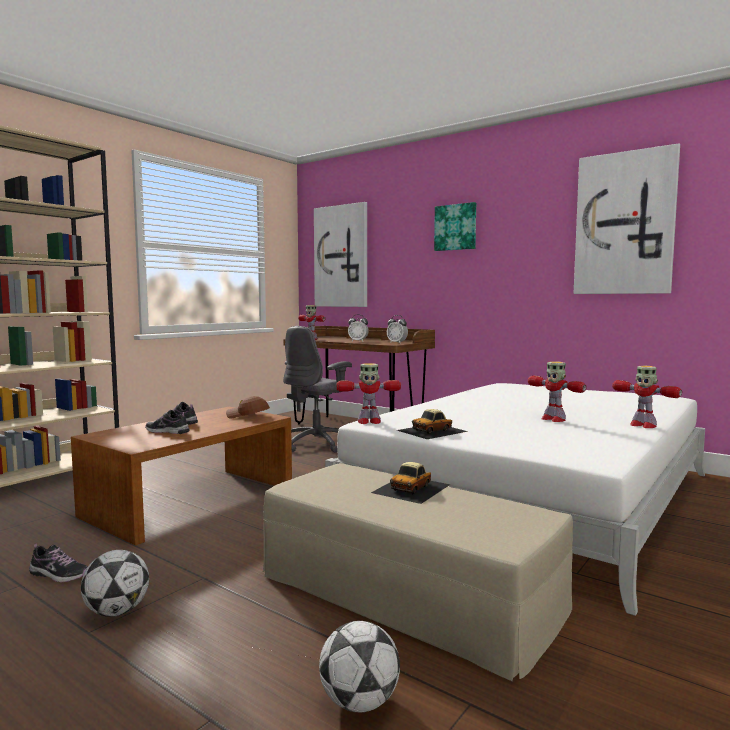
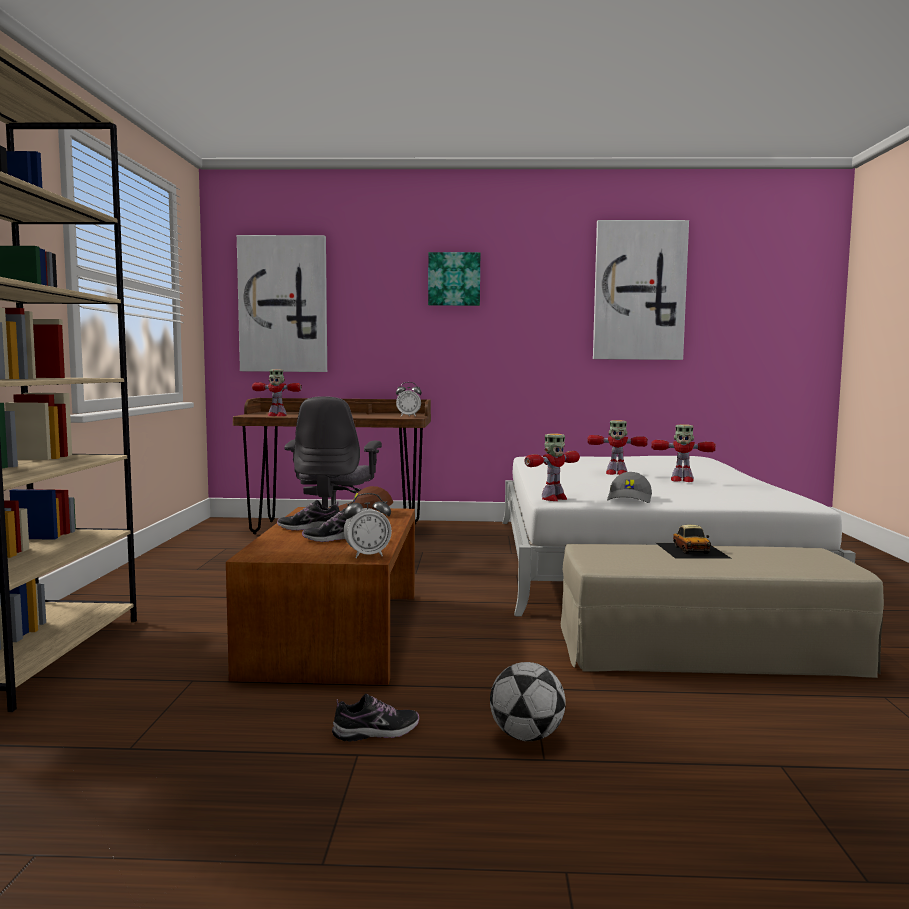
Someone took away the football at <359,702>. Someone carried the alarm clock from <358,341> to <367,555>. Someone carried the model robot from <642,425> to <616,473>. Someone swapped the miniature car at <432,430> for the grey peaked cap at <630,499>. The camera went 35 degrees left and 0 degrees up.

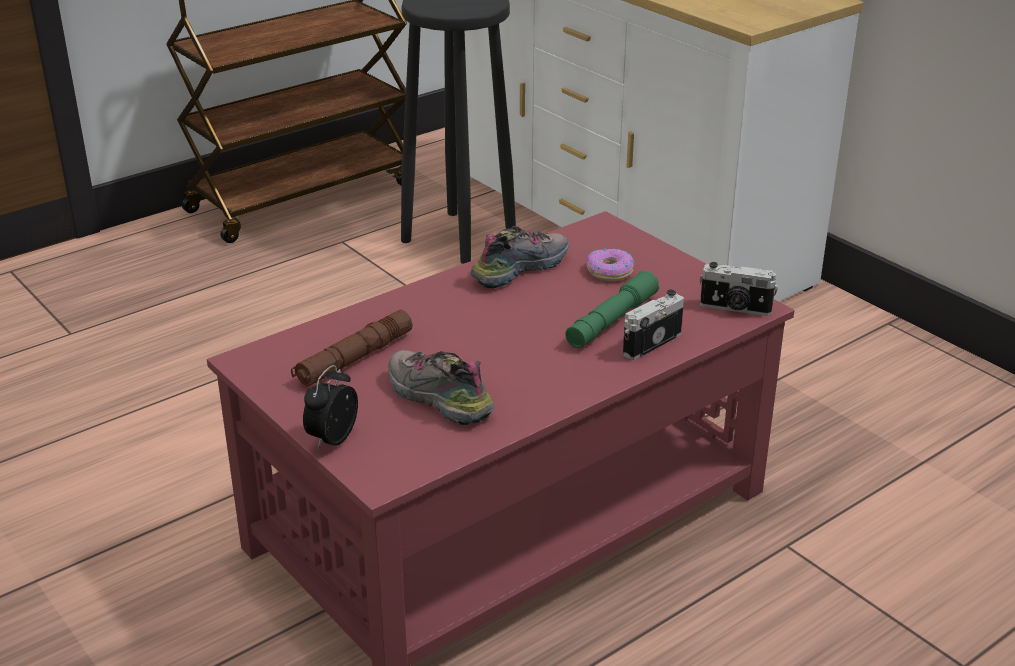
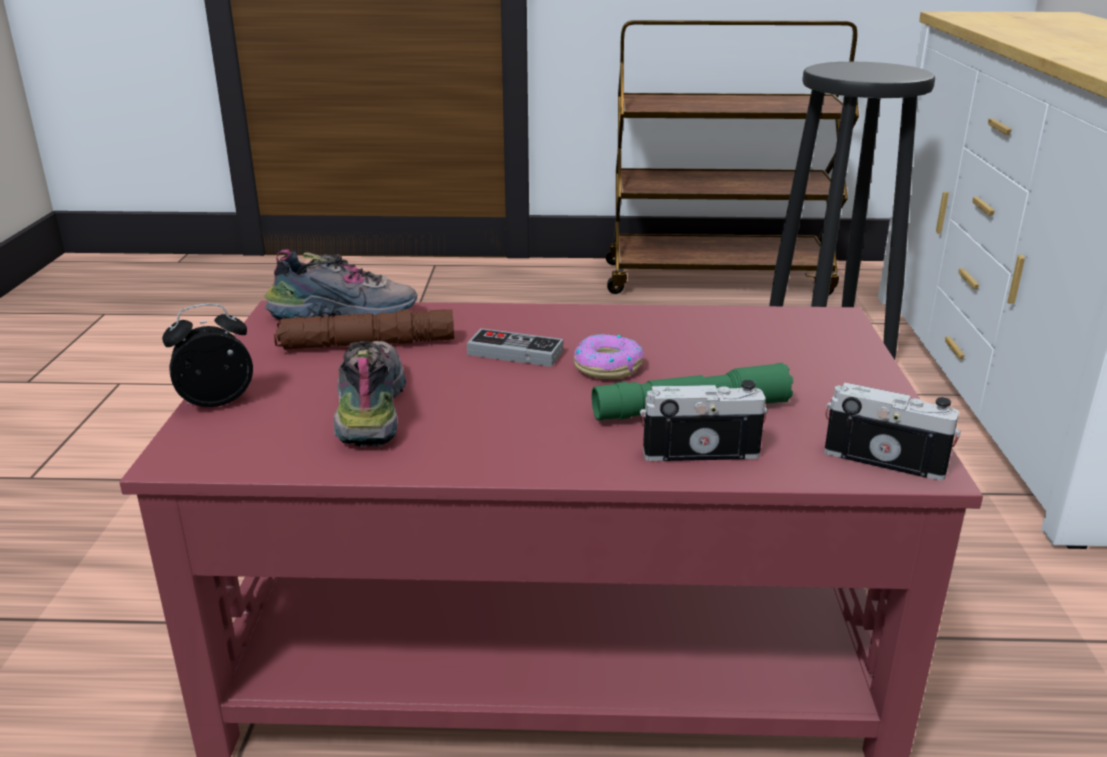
Someone put down the game controller at <515,353>. Someone carried the shoe from <520,269> to <345,314>. Someone carried the doughnut from <609,271> to <607,366>. Someone rotated the photo camera at <735,308> by 150 degrees clockwise. The camera went 40 degrees right and 5 degrees down.

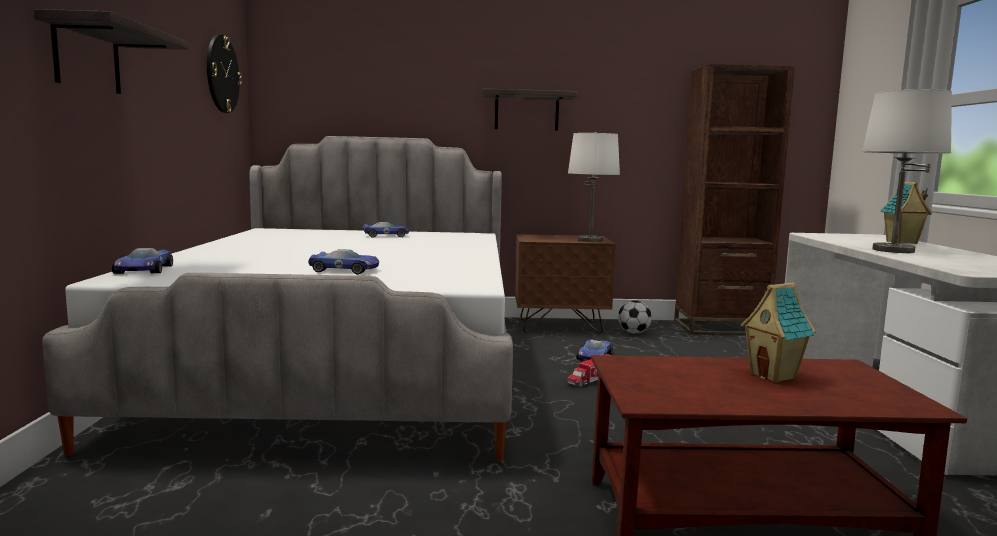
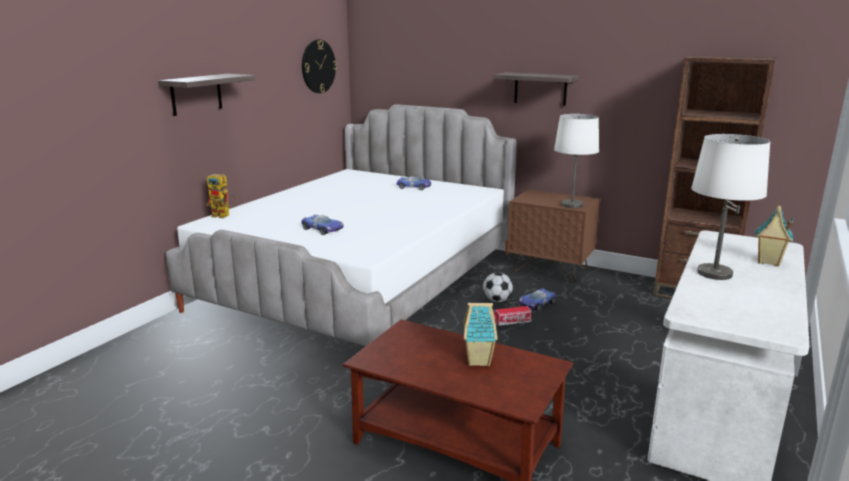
Someone carried the football from <633,333> to <497,300>. Someone swapped the miniature car at <143,270> for the model robot at <224,216>. The camera went 30 degrees right and 10 degrees up.

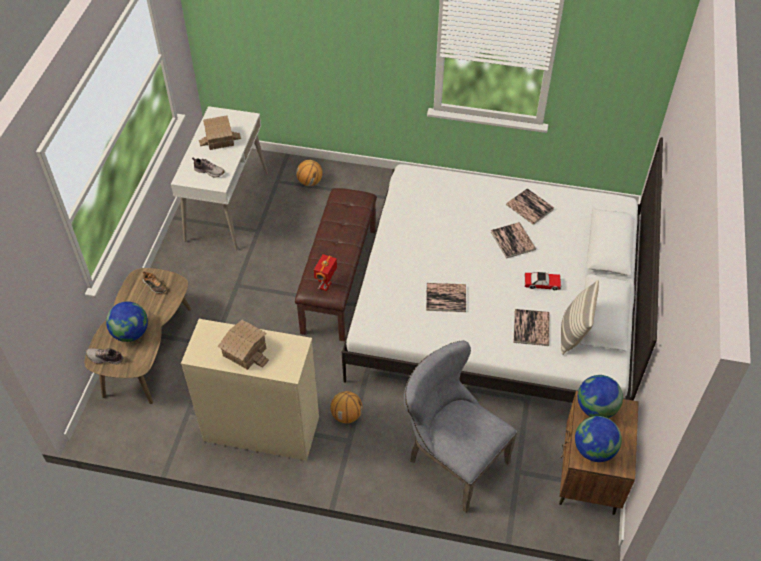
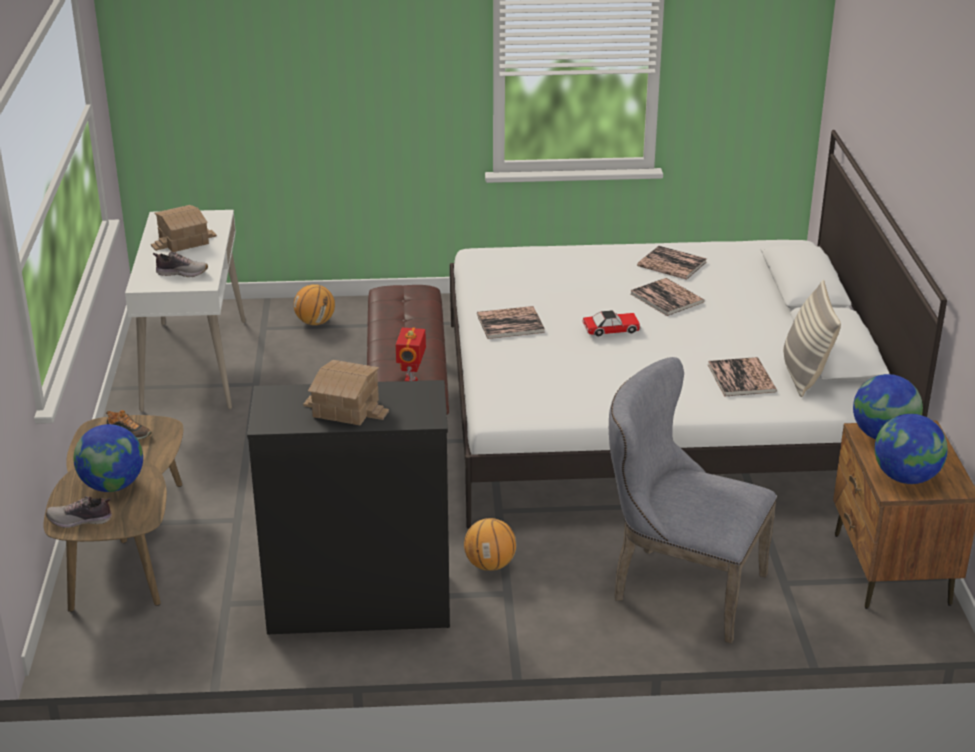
Someone carried the bound book from <446,297> to <510,323>. Someone carried the miniature car from <542,283> to <611,329>. Someone repainted the sand-coloured chest of drawers at <262,429>, which became the black chest of drawers at <359,604>. The camera went 15 degrees left and 20 degrees down.

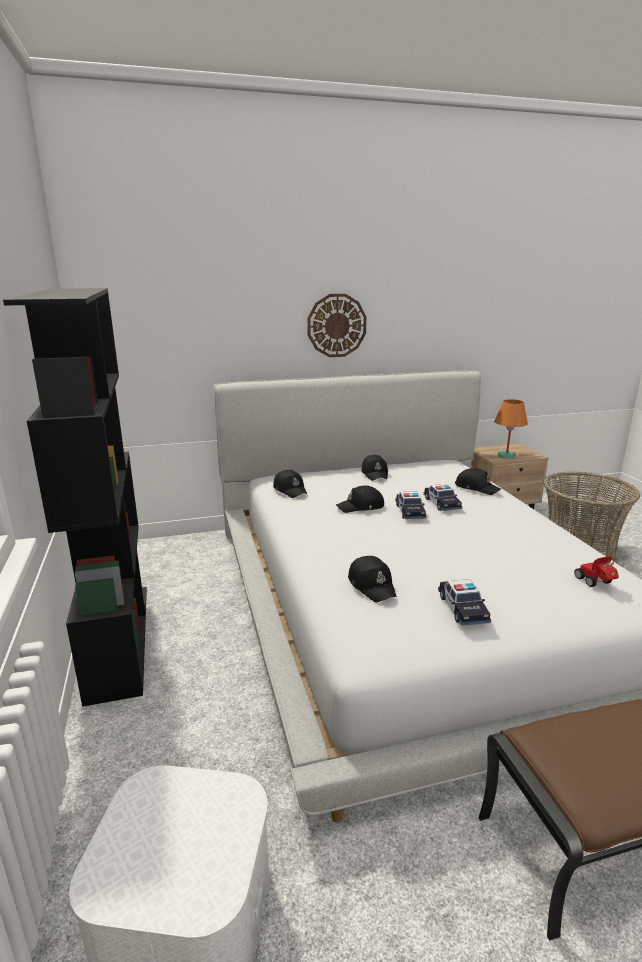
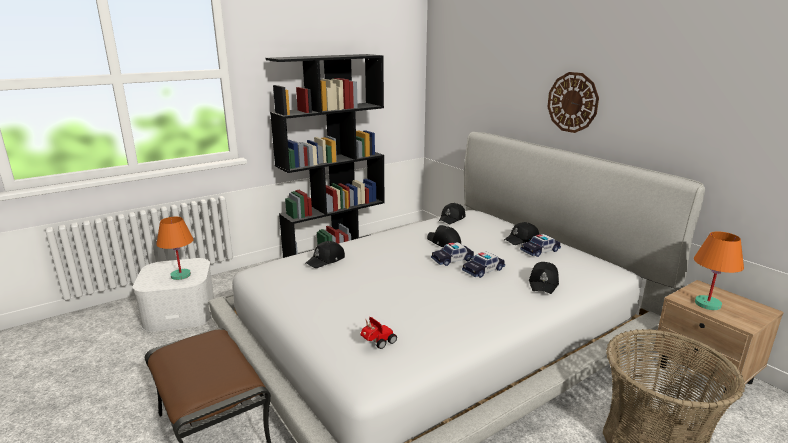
Someone put down the orangey lamp for a table at <181,275>. Someone carried the miniature car from <462,608> to <540,251>. The camera went 70 degrees right and 0 degrees up.

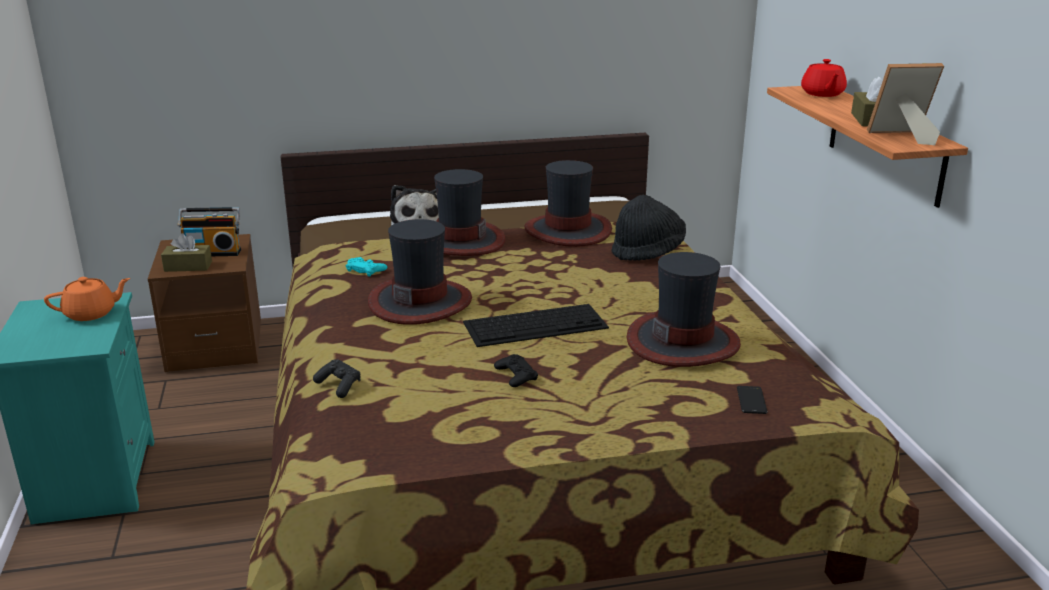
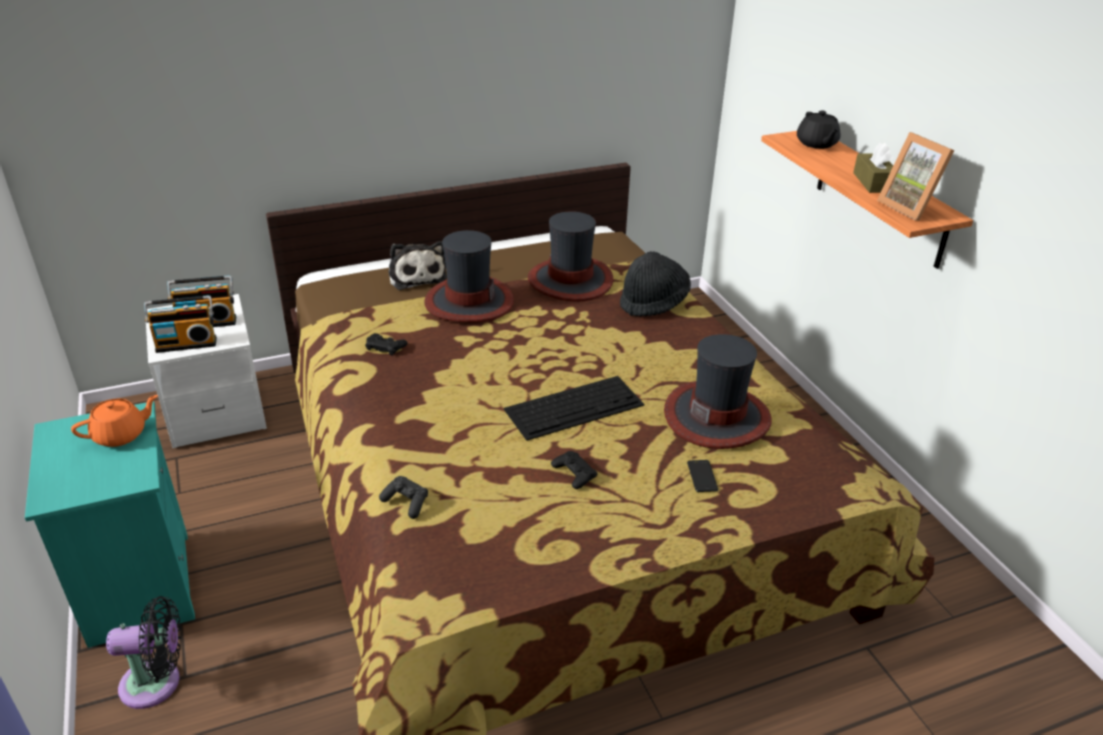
Someone took away the hat at <420,302>. Someone put down the black fan at <157,683>. Someone carried the handset from <751,400> to <702,476>. Someone swapped the brown tissue holder at <188,266> for the radio set at <187,343>. Someone repainted the brown night table at <215,346>, which became the white-coloured night table at <216,410>. Someone repainted the turquoise game controller at <366,270>, which became the black game controller at <385,347>. Someone repainted the reddish teapot at <822,94>, which became the black teapot at <816,144>. Someone rotated the standing frame at <902,137> by 105 degrees counterclockwise. The camera went 10 degrees left and 10 degrees up.

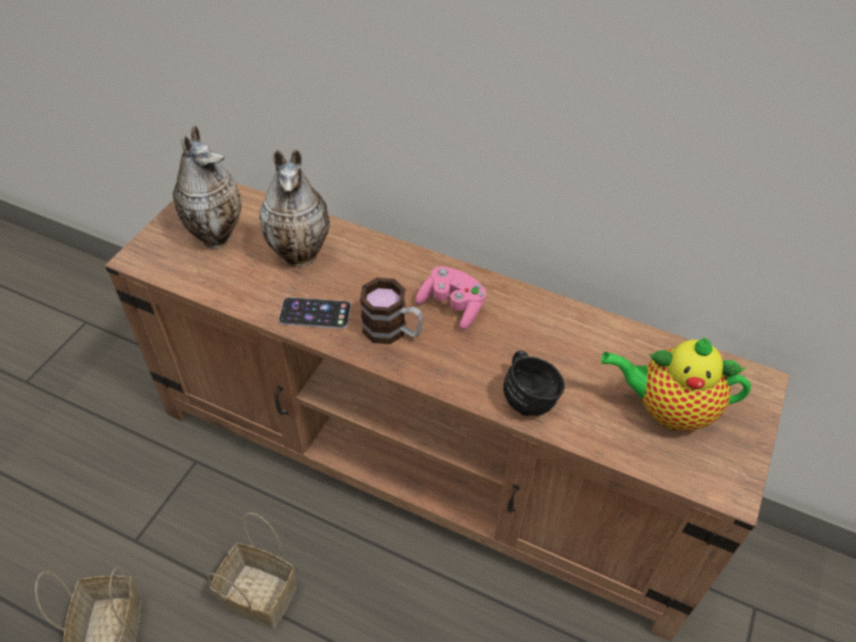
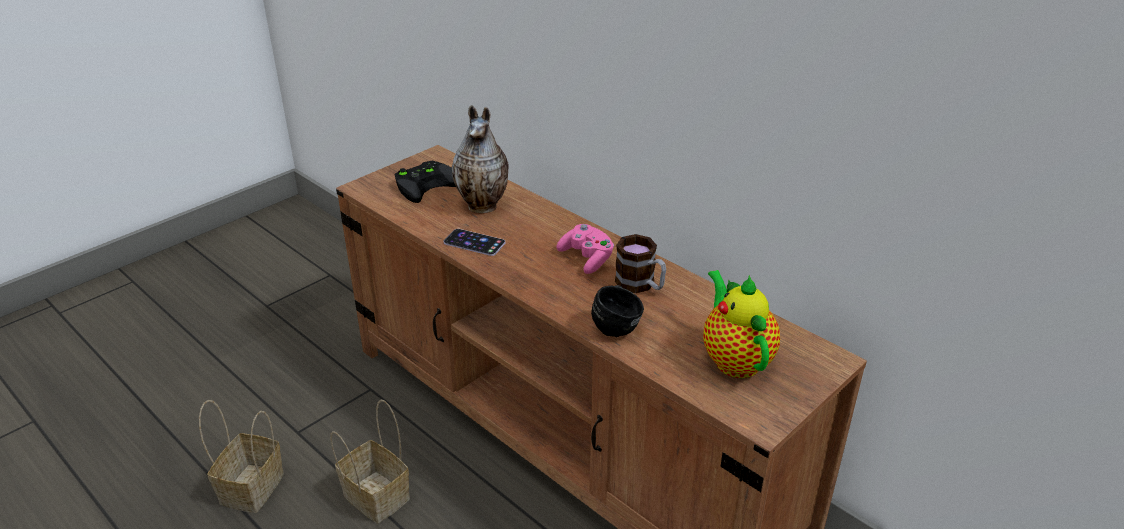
Someone carried the mug from <393,331> to <641,285>. Someone swapped the vase at <217,235> for the black game controller at <426,184>. Someone rotated the teapot at <667,409> by 45 degrees clockwise. The camera went 20 degrees right and 15 degrees down.

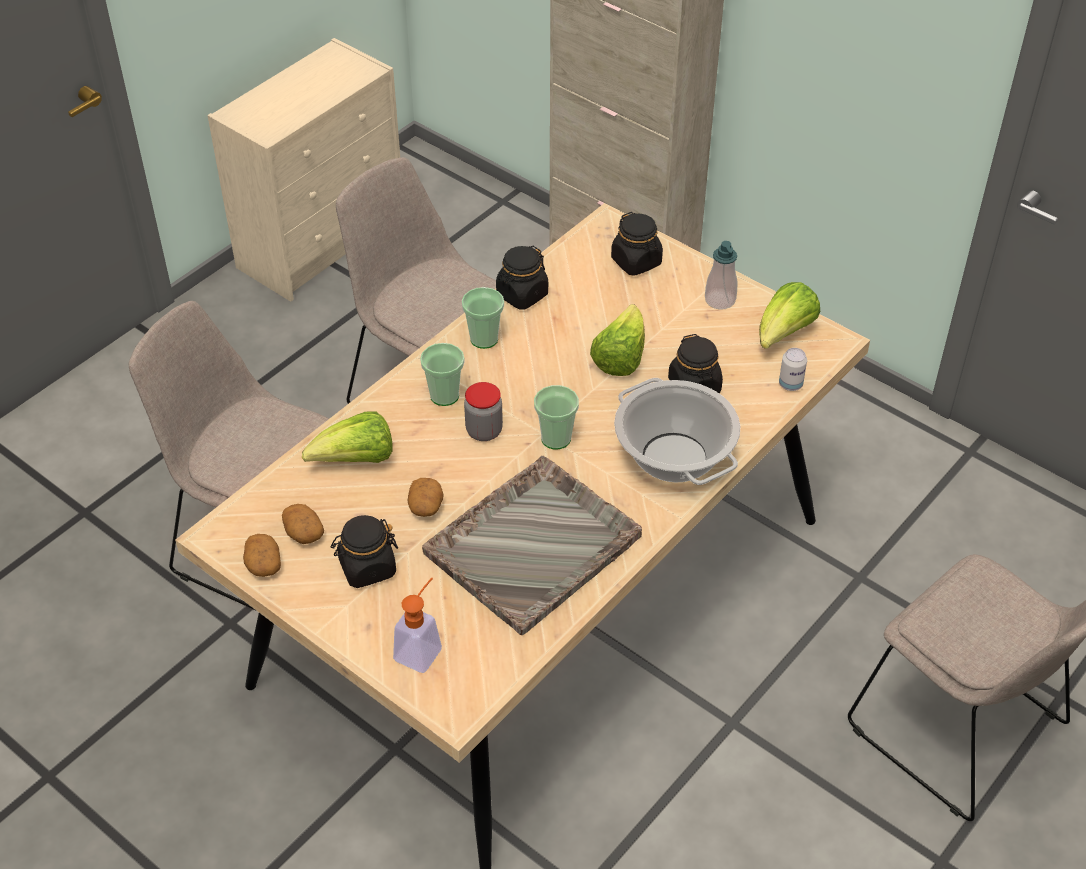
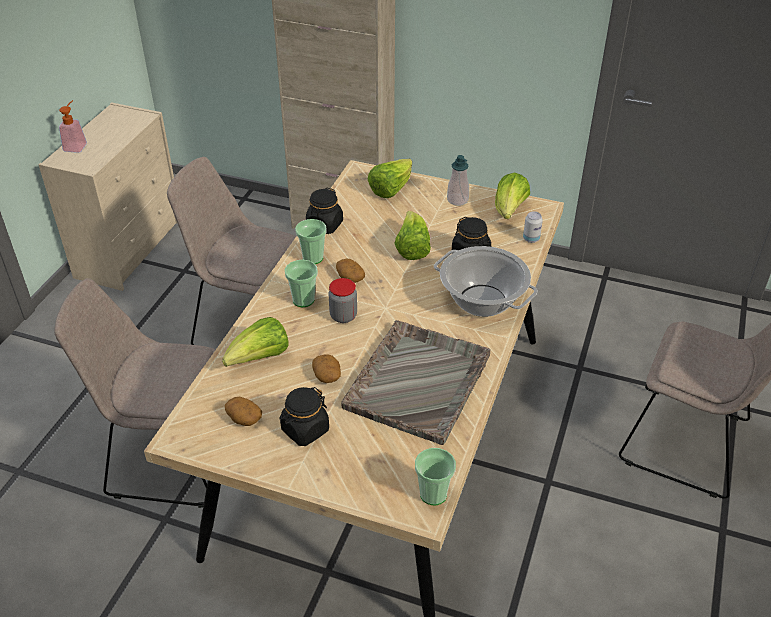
Someone carried the whole potato from <263,563> to <350,277>. Someone carried the liquid soap bottle from <422,648> to <77,145>. Someone carried the cup from <556,438> to <433,494>. Someone swapped the black preserve jar at <636,262> for the head of lettuce at <391,189>. The camera went 20 degrees left and 5 degrees down.

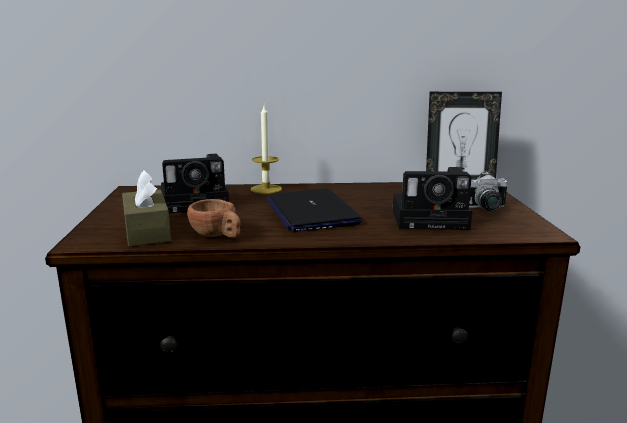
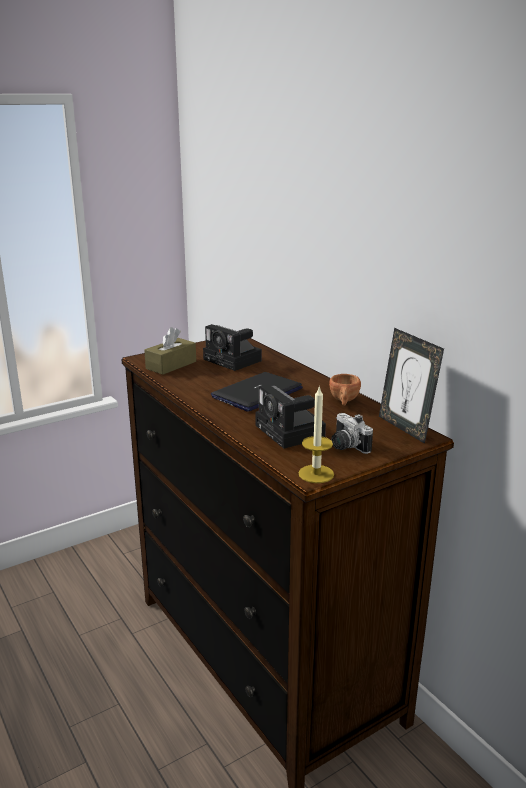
Someone carried the brown cup from <218,236> to <344,401>. Someone carried the wax light from <266,189> to <316,474>. The camera went 60 degrees right and 5 degrees up.

